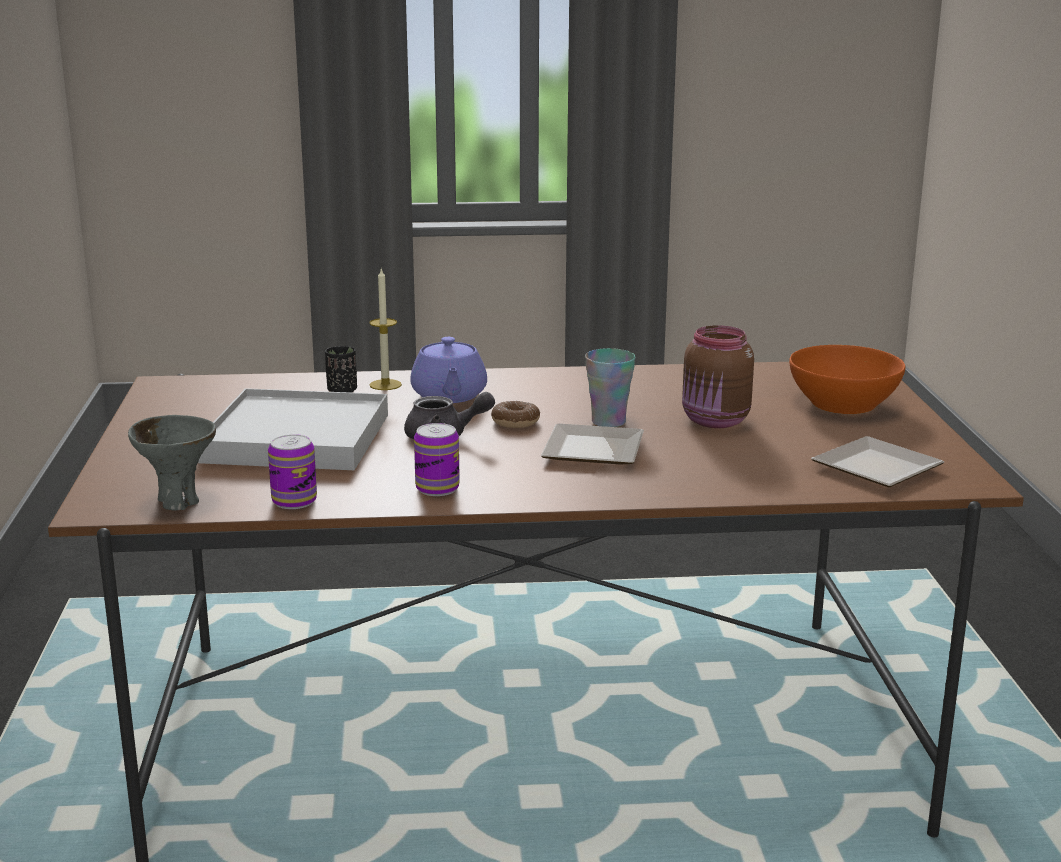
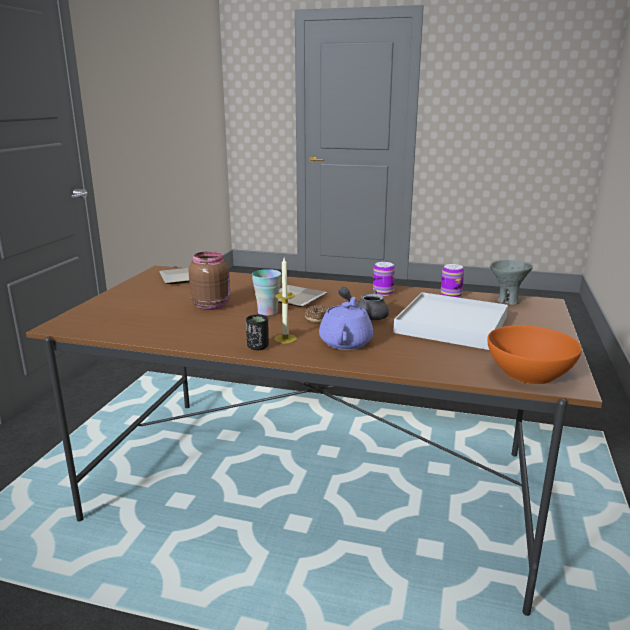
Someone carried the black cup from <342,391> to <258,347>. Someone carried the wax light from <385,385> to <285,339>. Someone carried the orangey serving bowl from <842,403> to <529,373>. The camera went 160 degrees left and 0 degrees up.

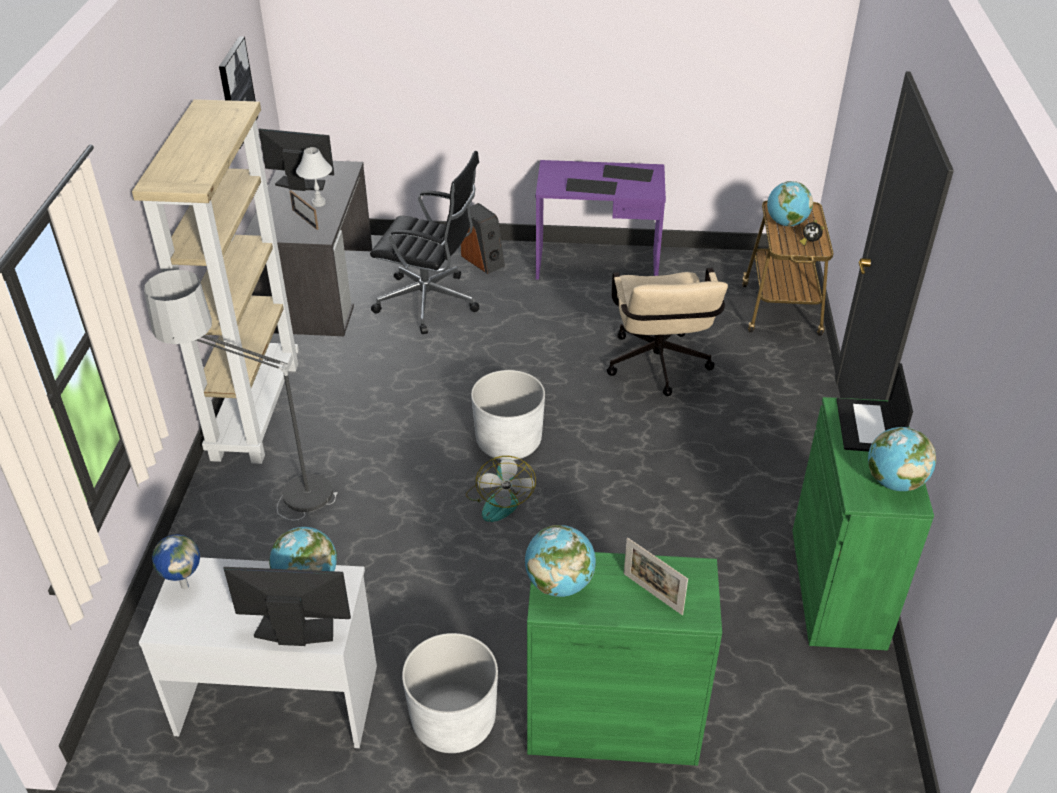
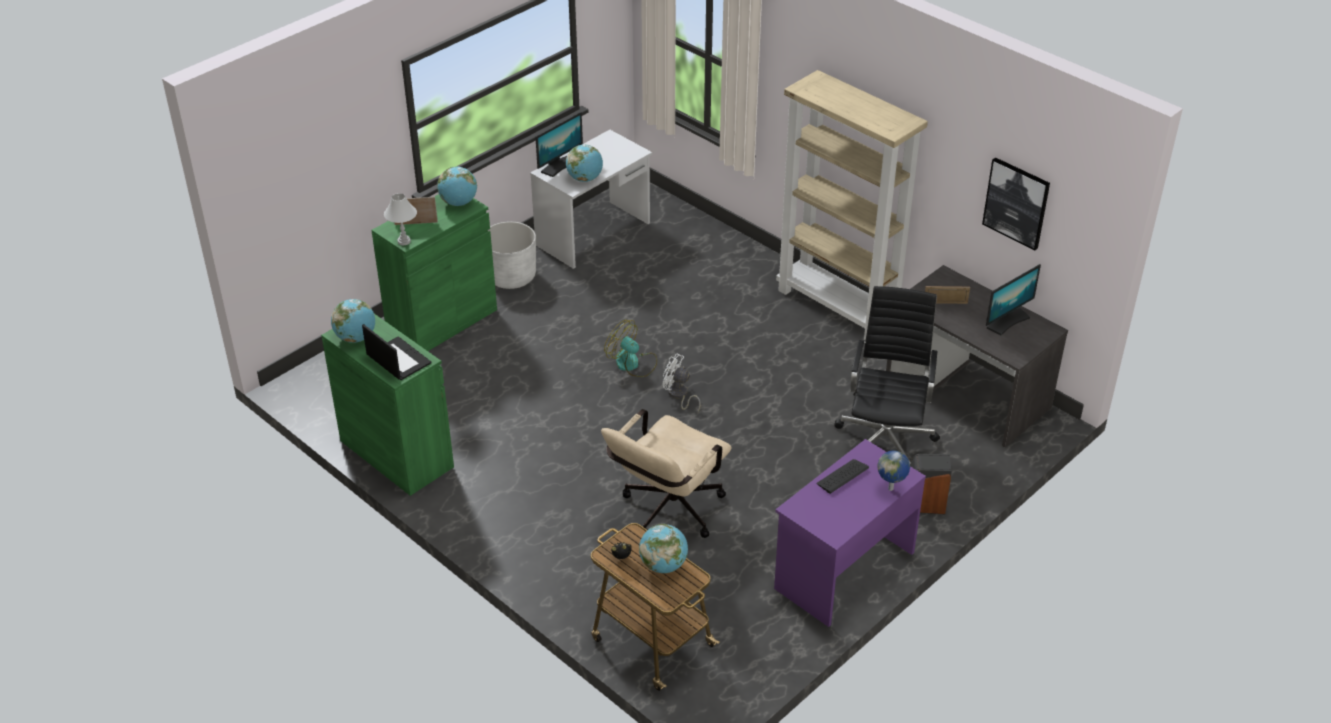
Someone took away the standing lamp at <267,497>. Someone took away the computer keyboard at <627,174>. Someone carried the globe from <184,585> to <891,489>. Someone carried the white-coloured lamp for a table from <318,203> to <403,241>. Someone swapped the white-coloured flower pot at <508,442> for the white-coloured fan at <679,395>. Someone rotated the black computer chair at <430,303> by 135 degrees clockwise. Someone rotated the sand-coloured computer chair at <658,369> by 90 degrees counterclockwise. The camera went 130 degrees right and 0 degrees up.

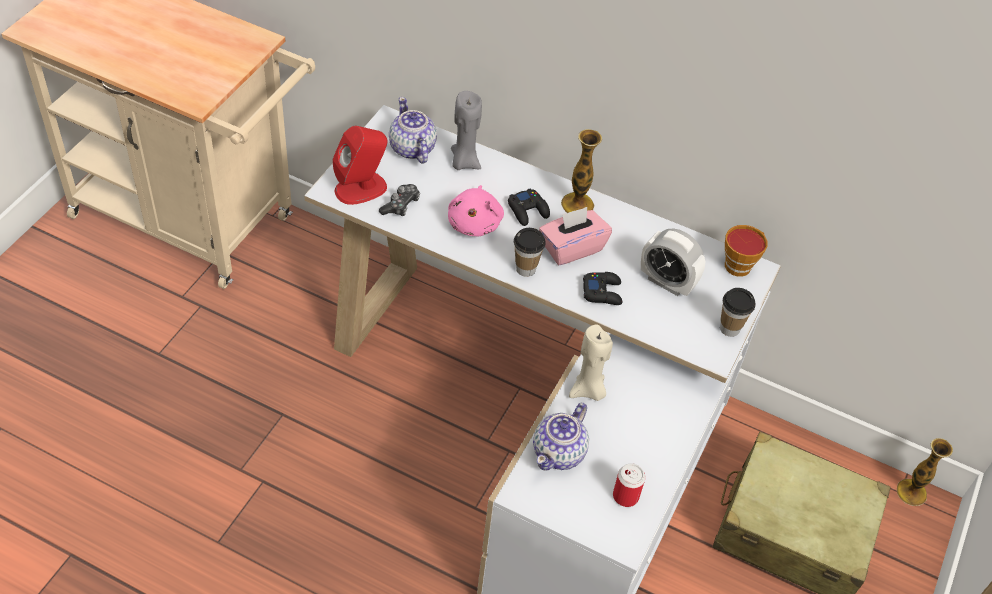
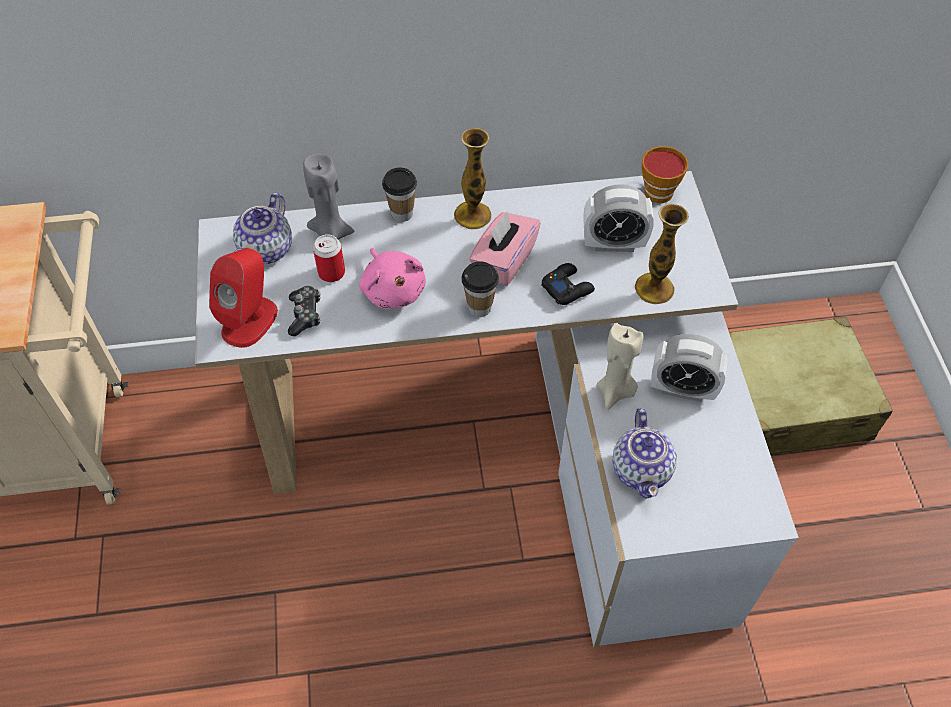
Someone took away the black game controller at <528,211>. Someone put down the alarm clock at <682,389>. Someone carried the sealed can from <625,496> to <331,272>. Someone carried the cup from <729,328> to <402,214>. Someone carried the vase from <911,492> to <654,288>. Someone rotated the teapot at <412,148> by 105 degrees counterclockwise. The camera went 30 degrees left and 5 degrees up.

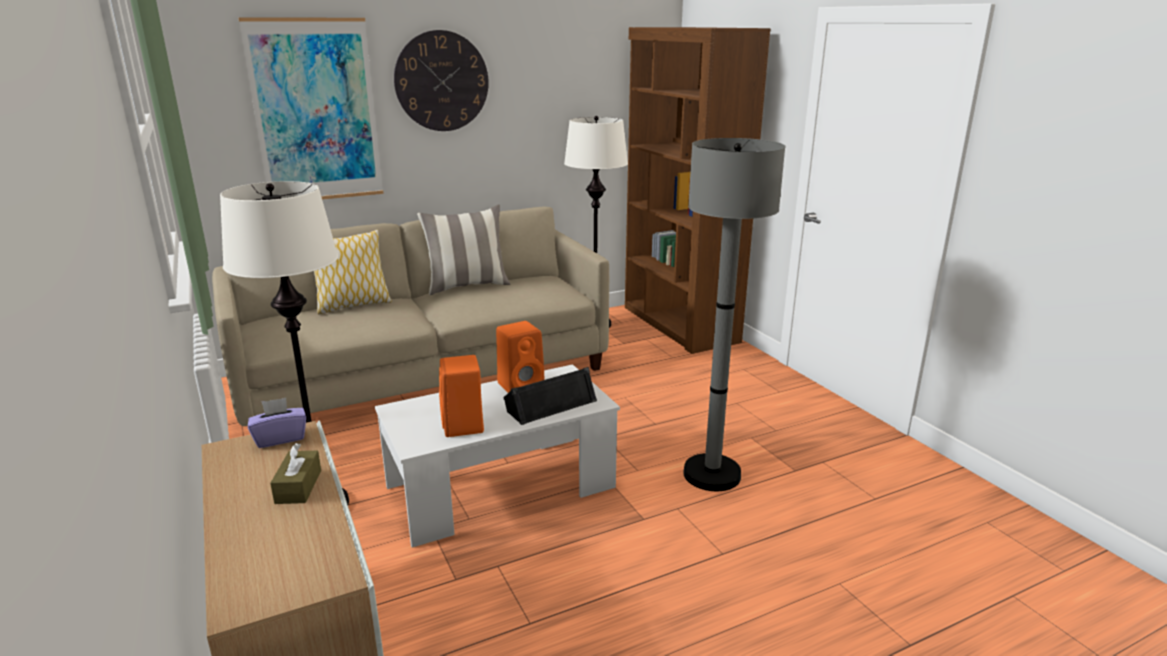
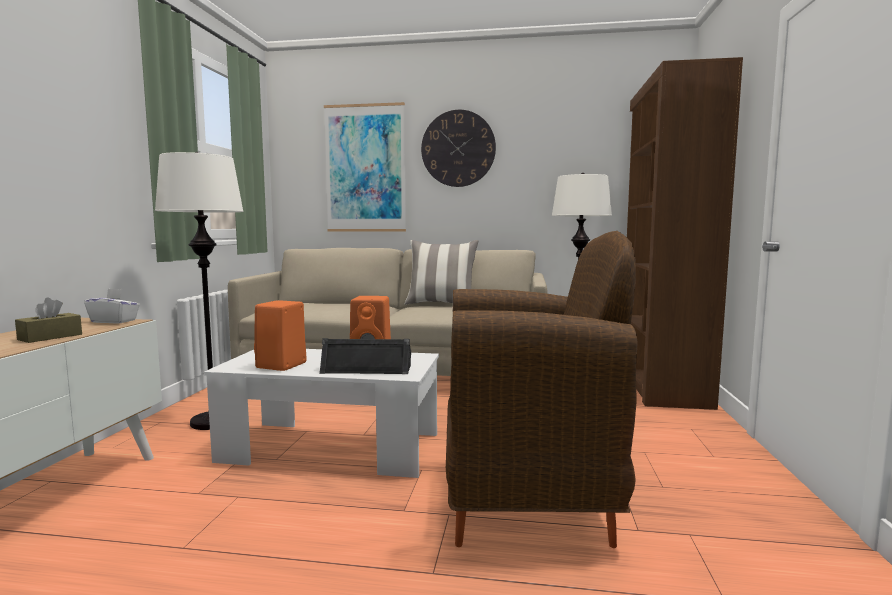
Someone took away the throw pillow at <352,305>. Someone swapped the grey standing lamp at <712,474> for the brown armchair at <528,500>. Someone repainted the purple-coloured tissue holder at <280,438>, which became the white-coloured tissue holder at <114,321>. The camera went 35 degrees right and 15 degrees down.

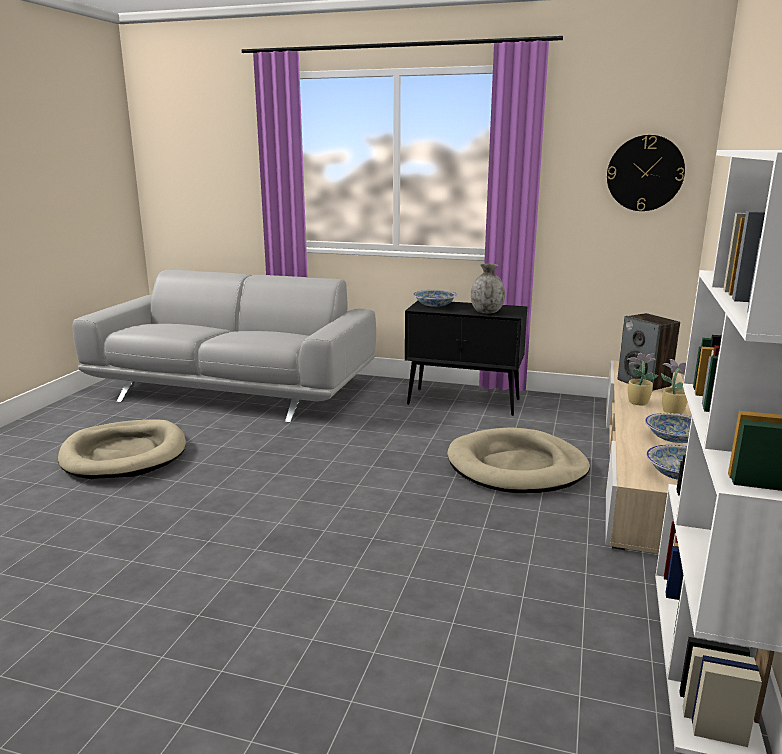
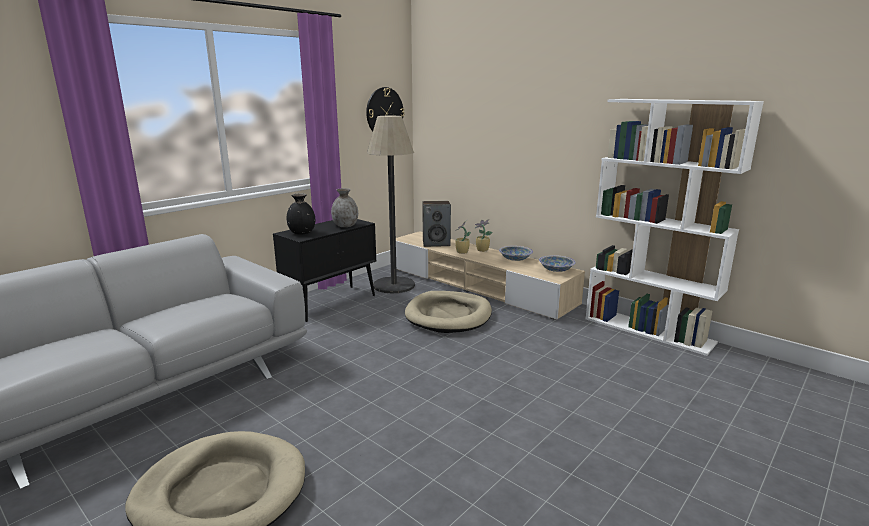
Someone put down the standing lamp at <394,285>. Someone swapped the serving bowl at <435,305> for the black vase at <302,233>. The camera went 65 degrees left and 0 degrees up.

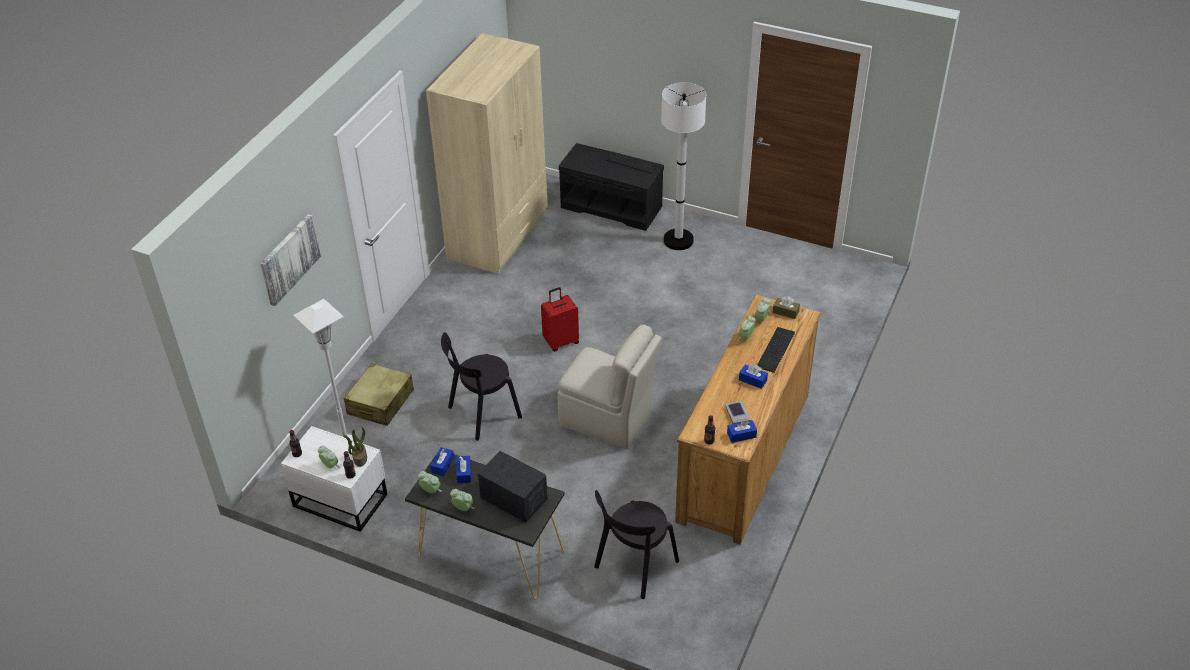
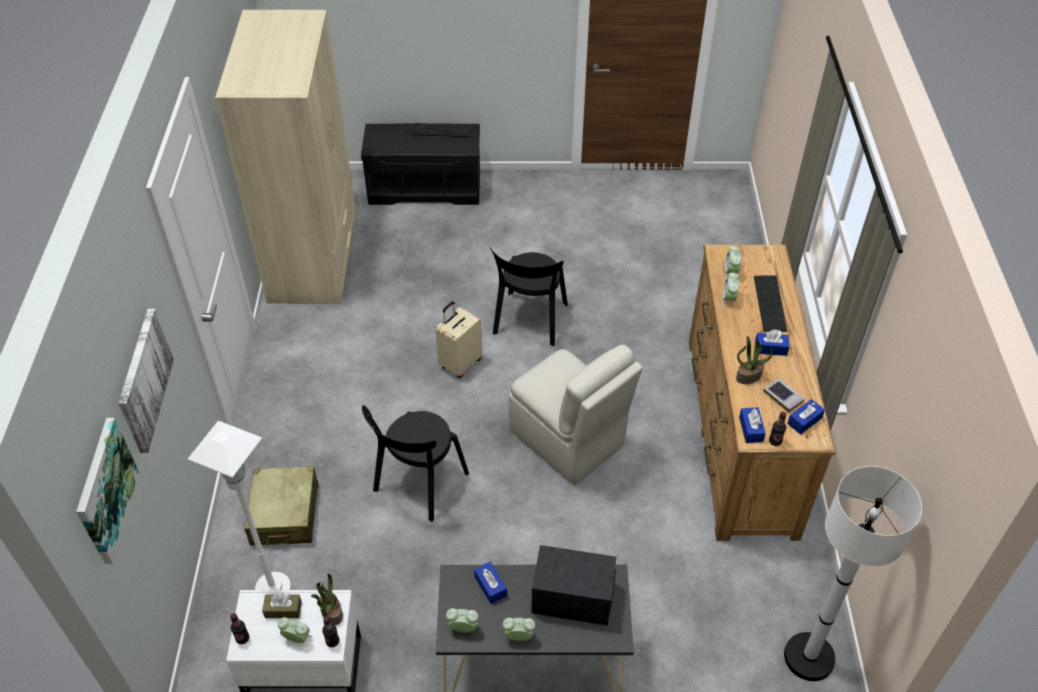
Someone put up the wall picture at <104,490>. Someone put down the plant in a pot at <748,376>. Someone carried the blue-coloured tissue holder from <442,465> to <751,429>. Someone carried the black plain chair from <634,566> to <529,321>. Someone carried the white-coloured standing lamp from <678,240> to <809,657>. Someone carried the brown tissue holder from <785,312> to <283,610>. Someone repainted the reddish piece of luggage at <561,341>, which became the sand-coloured piece of luggage at <460,363>. Someone rotated the sand-coloured plain chair at <608,419> by 45 degrees clockwise. The camera went 25 degrees left and 5 degrees up.

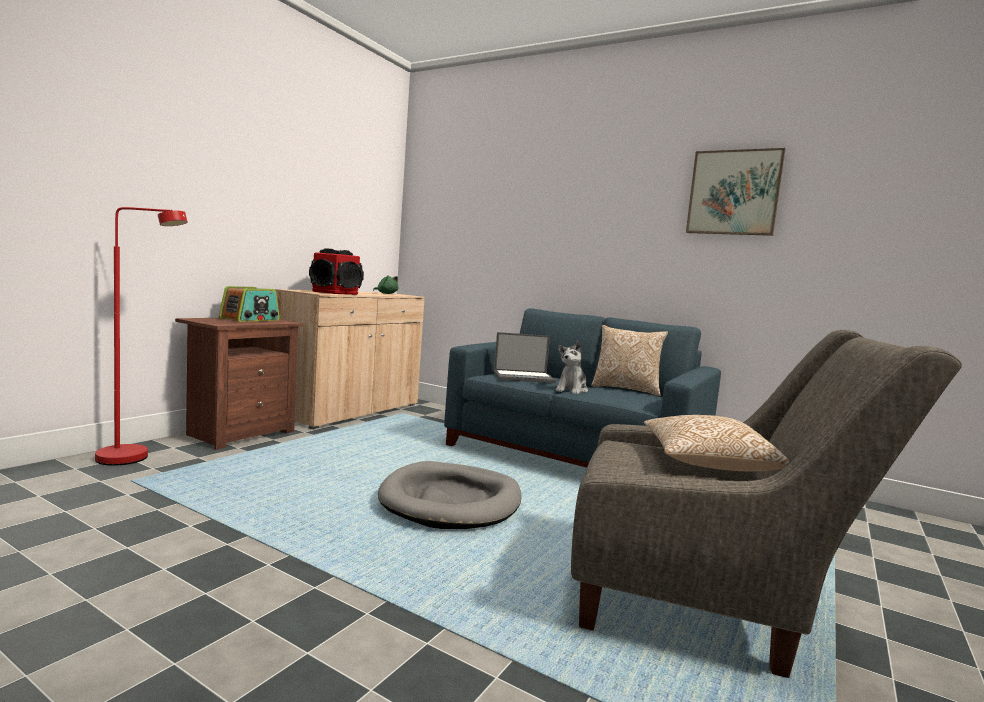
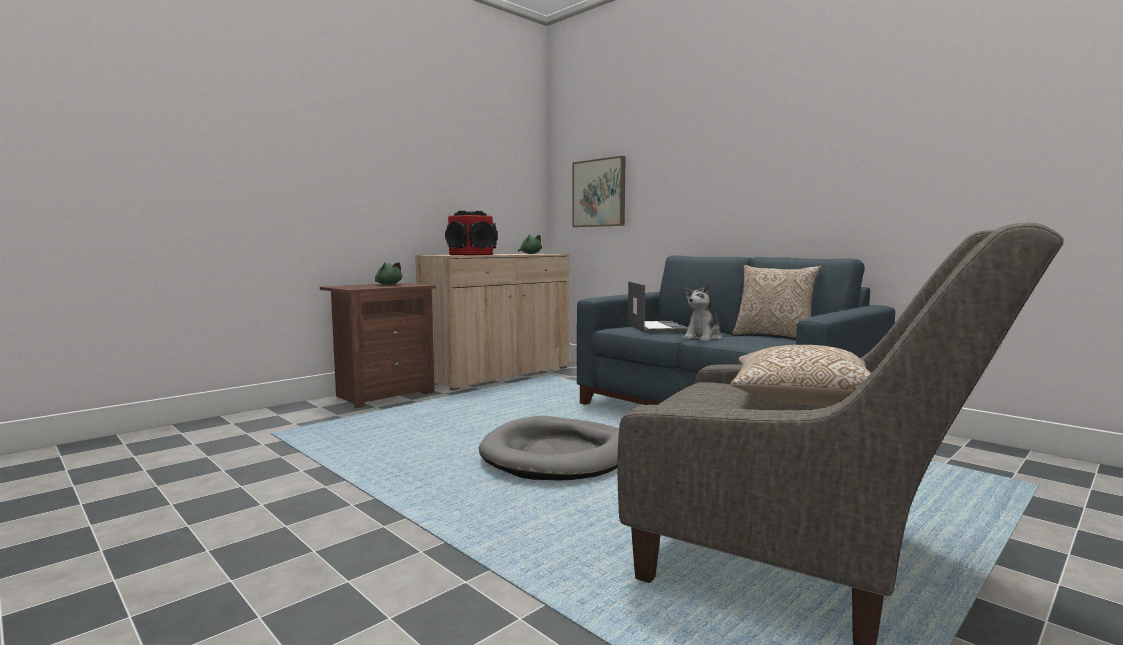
Someone took away the reddish standing lamp at <135,459>. Someone carried the wall picture from <734,193> to <599,193>. Someone swapped the radio set at <250,319> for the greenish plush toy at <388,284>. Someone rotated the notebook computer at <524,377> by 105 degrees counterclockwise. The camera went 15 degrees right and 0 degrees up.

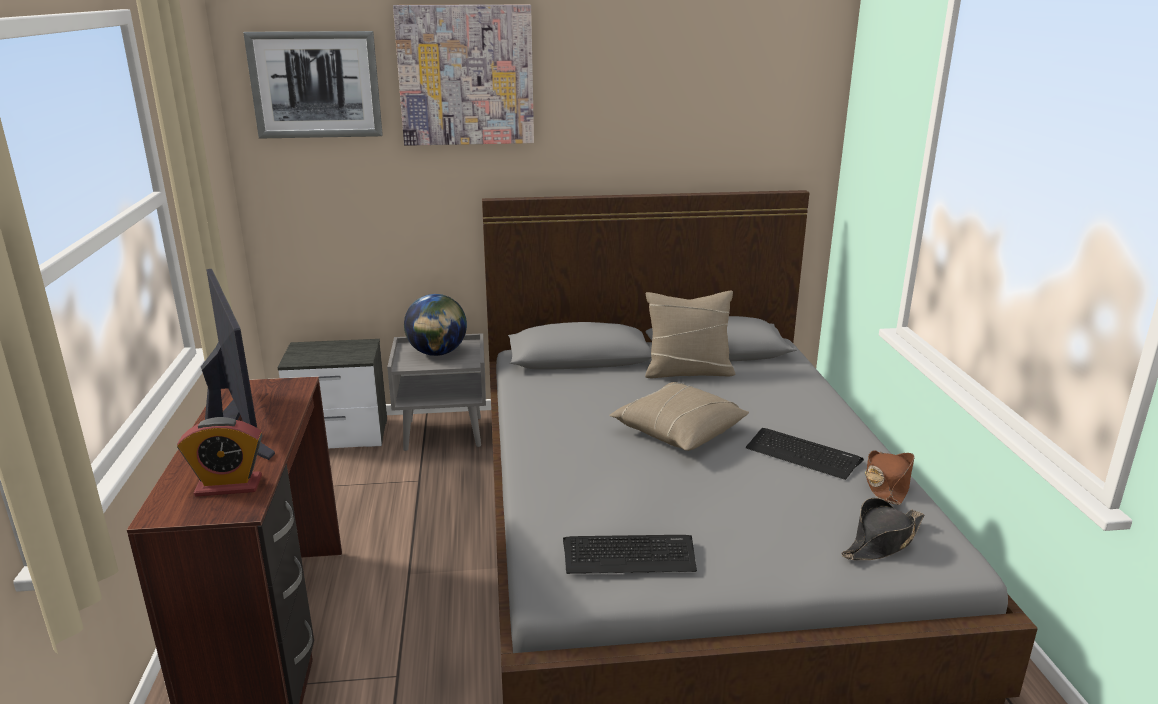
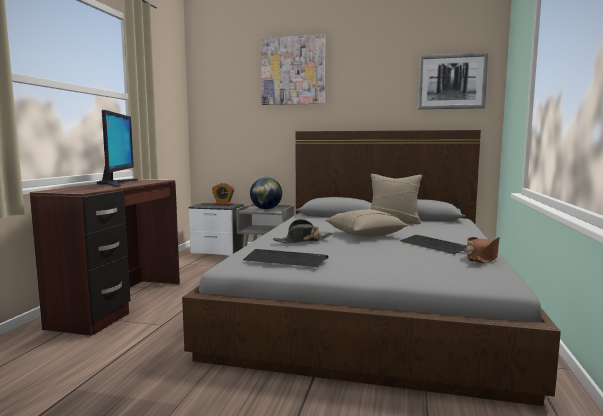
Someone carried the alarm clock from <228,486> to <223,204>. Someone carried the wall picture from <315,85> to <451,82>. Someone carried the black hat from <882,542> to <302,241>. The camera went 20 degrees right and 15 degrees down.

